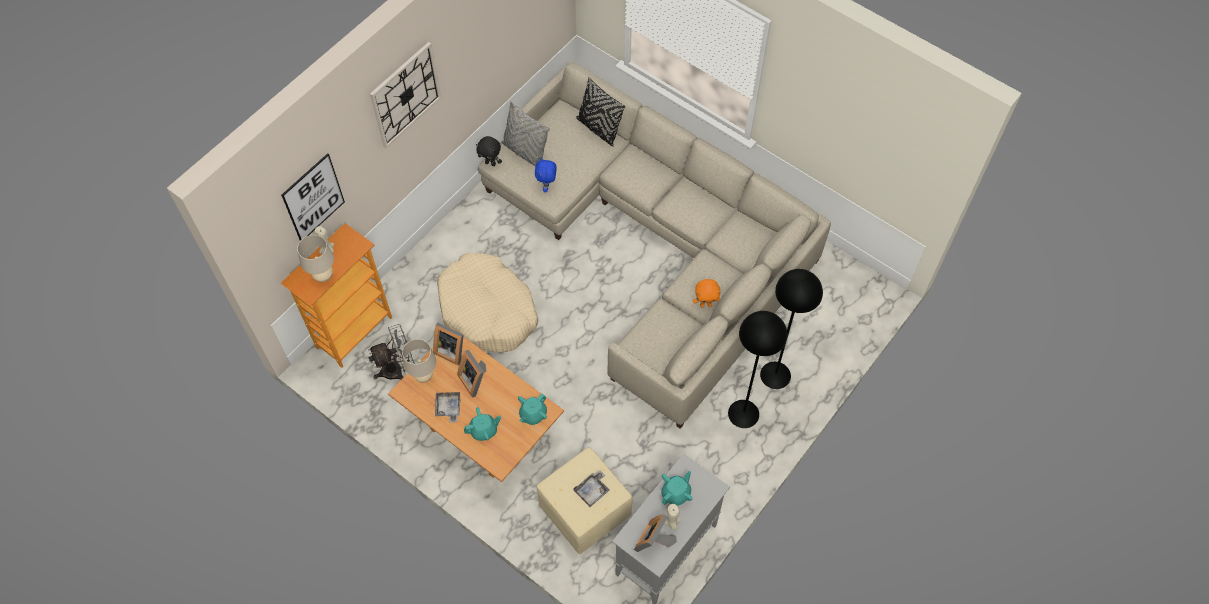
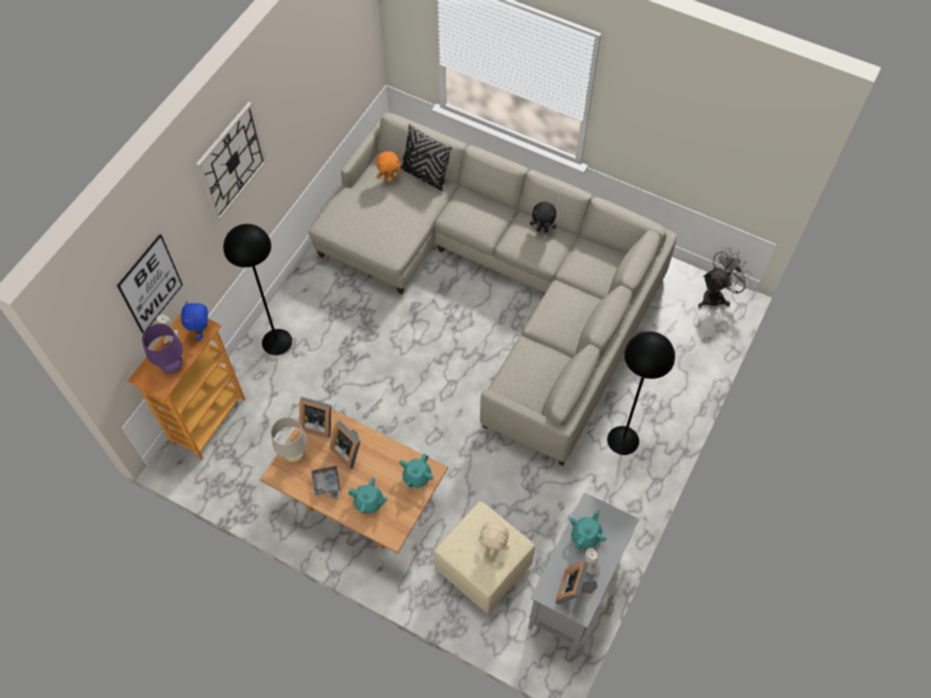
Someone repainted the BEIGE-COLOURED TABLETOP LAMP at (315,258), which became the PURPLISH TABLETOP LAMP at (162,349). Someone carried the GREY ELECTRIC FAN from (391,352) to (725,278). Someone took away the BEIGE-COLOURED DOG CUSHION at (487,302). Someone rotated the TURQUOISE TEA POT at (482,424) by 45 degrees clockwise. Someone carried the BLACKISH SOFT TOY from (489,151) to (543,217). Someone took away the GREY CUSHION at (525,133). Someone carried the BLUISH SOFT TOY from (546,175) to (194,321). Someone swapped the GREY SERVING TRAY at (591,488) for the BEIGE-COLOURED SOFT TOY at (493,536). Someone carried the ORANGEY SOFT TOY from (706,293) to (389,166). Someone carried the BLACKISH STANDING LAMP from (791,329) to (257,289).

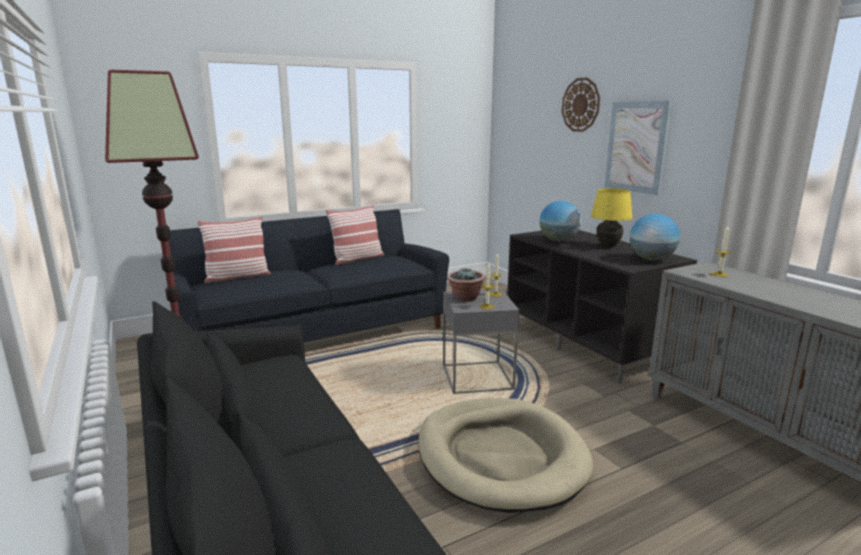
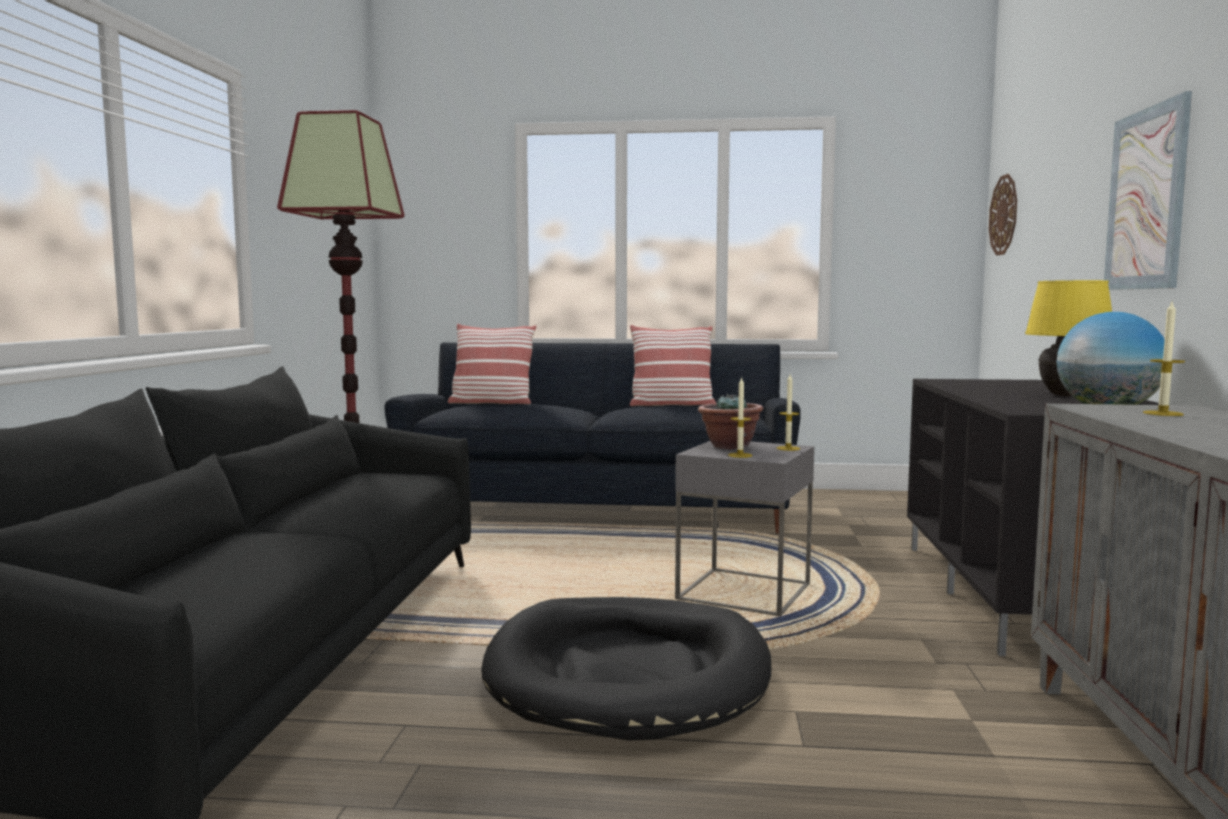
Someone repainted the BEIGE-COLOURED DOG CUSHION at (505,455), which became the BLACKISH DOG CUSHION at (626,668). Someone took away the DESK GLOBE at (560,221). Someone carried the WALL CLOCK from (581,104) to (1003,214).

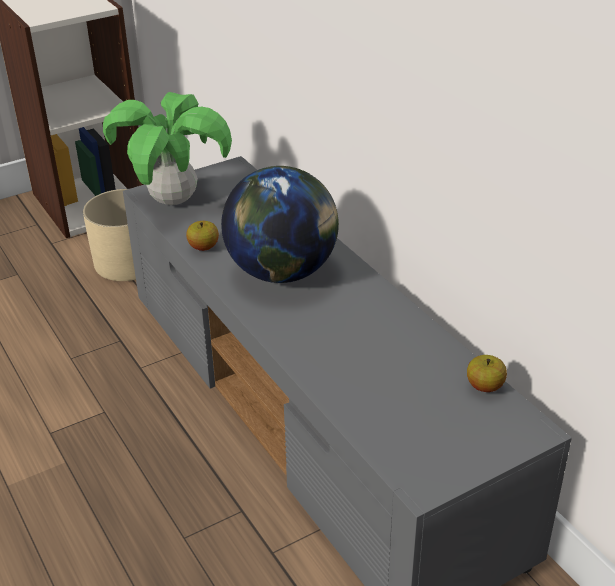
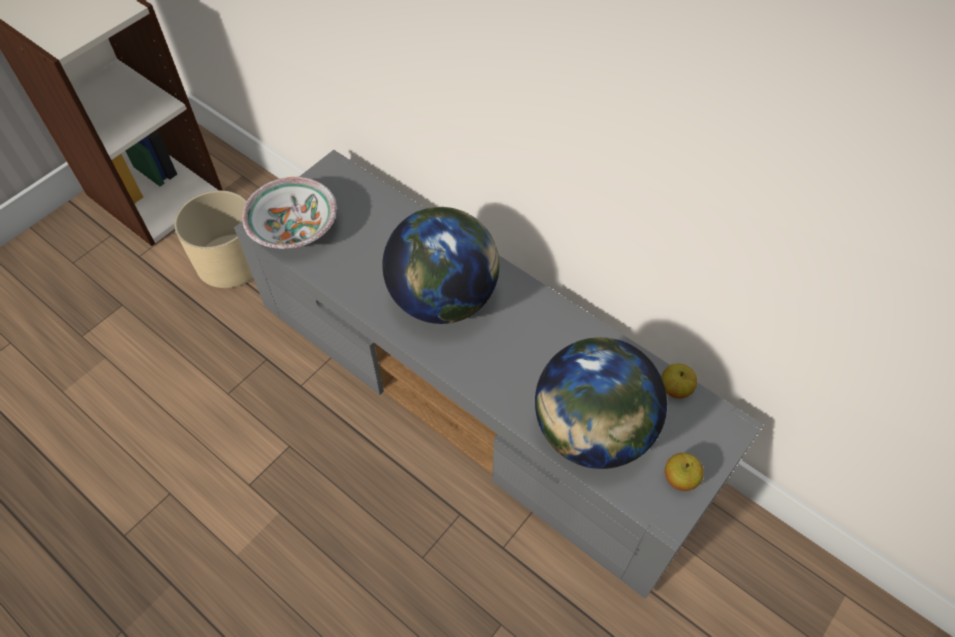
Someone swapped the HOUSEPLANT at (167,148) for the BOWL at (289,213). Someone carried the APPLE from (202,236) to (684,472). Someone put down the DESK GLOBE at (601,403).

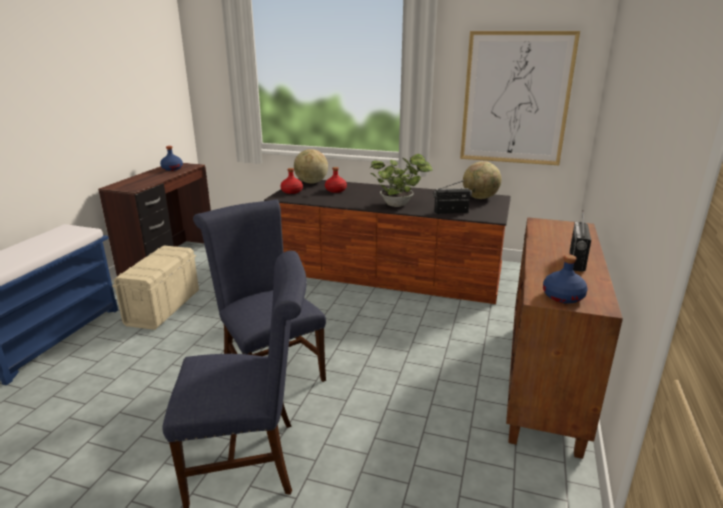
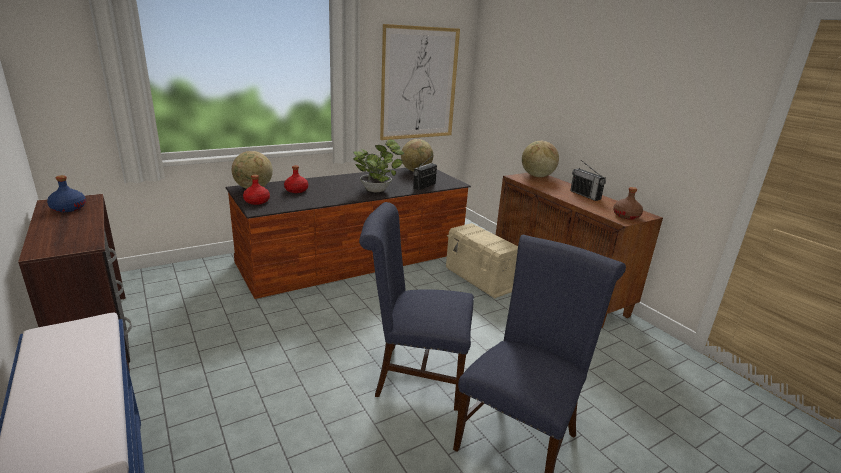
Someone carried the BEIGE-COLOURED STORAGE BIN from (155,288) to (482,260). Someone repainted the BLUISH DRINK BOTTLE at (565,279), which became the BROWNISH DRINK BOTTLE at (628,203). Someone put down the DESK GLOBE at (540,159).

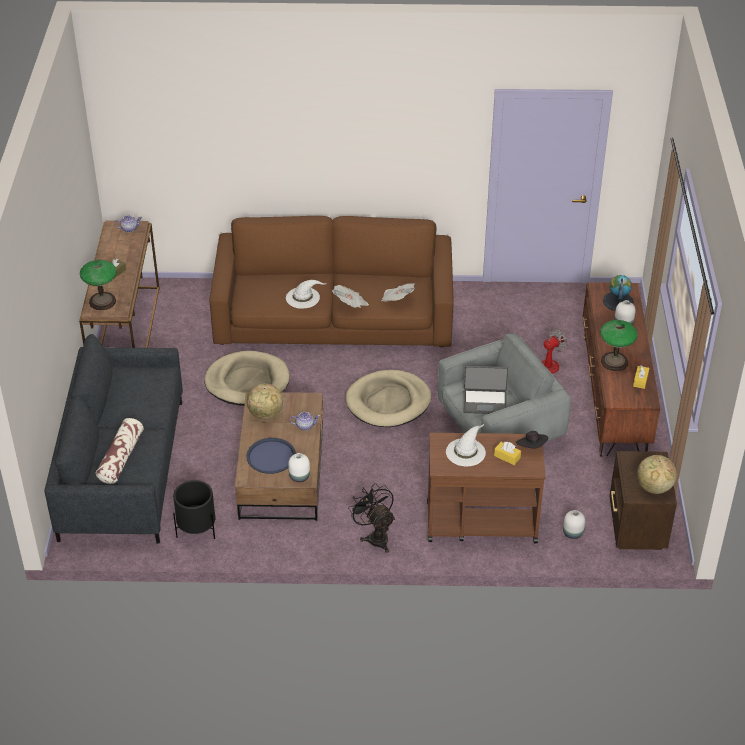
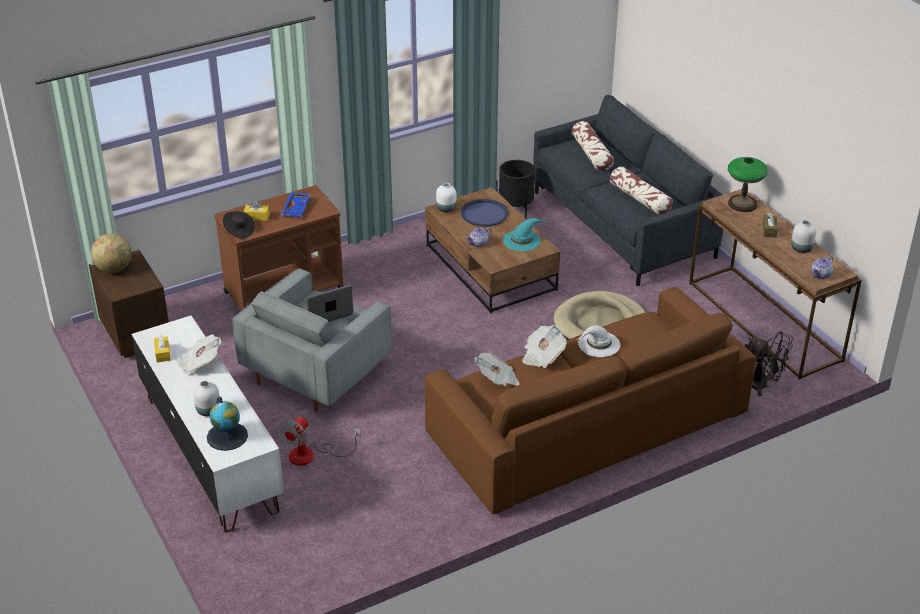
Someone swapped the DESK GLOBE at (265,401) for the TURQUOISE WEARABLE HAT at (525,234). Someone took away the BEIGE-COLOURED DOG CUSHION at (388,398). Someone carried the BLACKISH ELECTRIC FAN from (371,518) to (769,364). Someone swapped the WHITE WEARABLE HAT at (466,444) for the BLUISH SERVING TRAY at (295,204). Someone carried the WHITE VASE from (574,524) to (803,236). Someone repainted the BROWNISH TV UNIT at (621,369), which became the WHITE TV UNIT at (207,424). Someone swapped the TABLETOP LAMP at (619,345) for the NEWSPAPER at (199,354). Someone put down the CUSHION at (641,191).

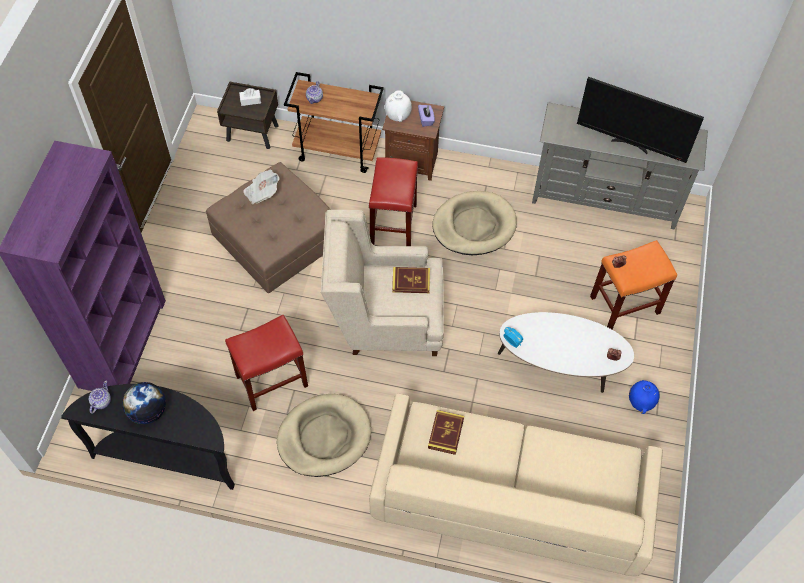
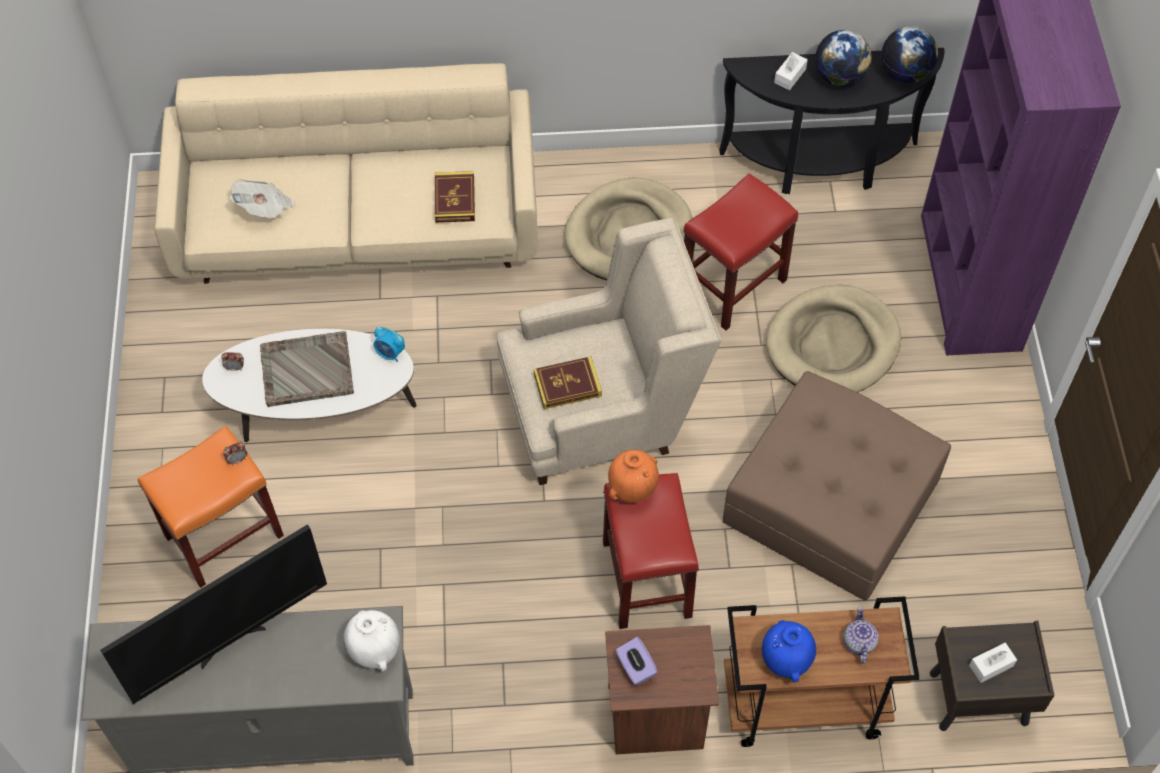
Someone swapped the TEA POT at (100,397) for the DESK GLOBE at (909,54). Someone carried the NEWSPAPER from (261,187) to (262,199). Someone carried the WHITE VASE from (398,106) to (371,641). Someone carried the BEIGE-COLOURED DOG CUSHION from (475,223) to (834,338). Someone rotated the TV at (640,120) by 135 degrees clockwise. Someone carried the BLUISH VASE from (644,397) to (789,651). Someone put down the GREY SERVING TRAY at (307,369). Someone put down the ORANGEY VASE at (633,476). Someone put down the WHITE BOX OF TISSUES at (791,71).

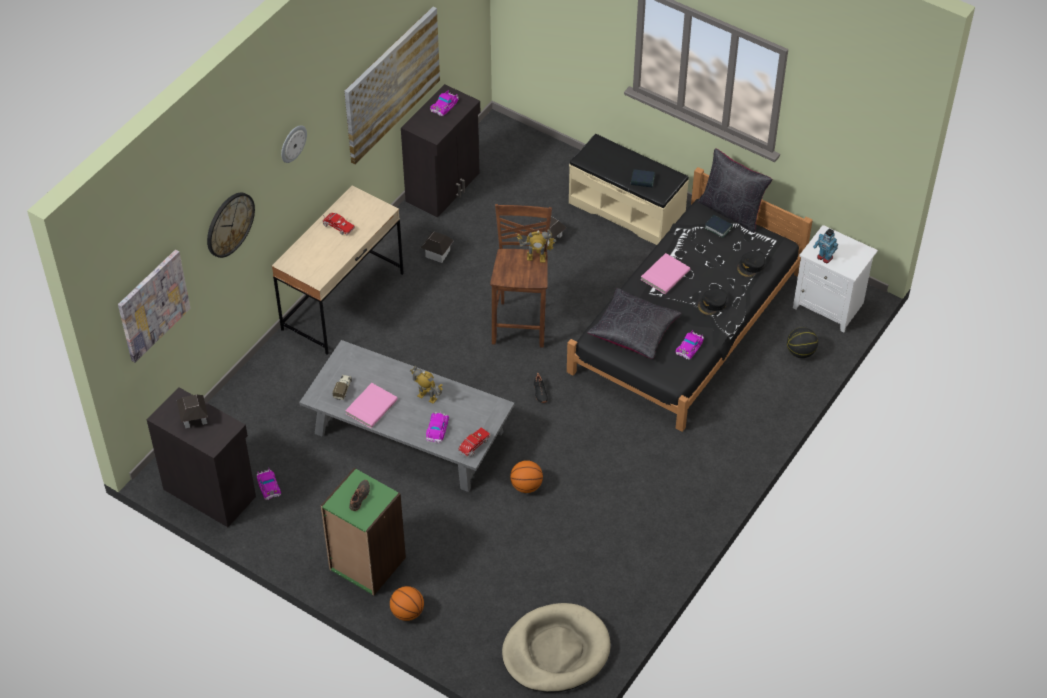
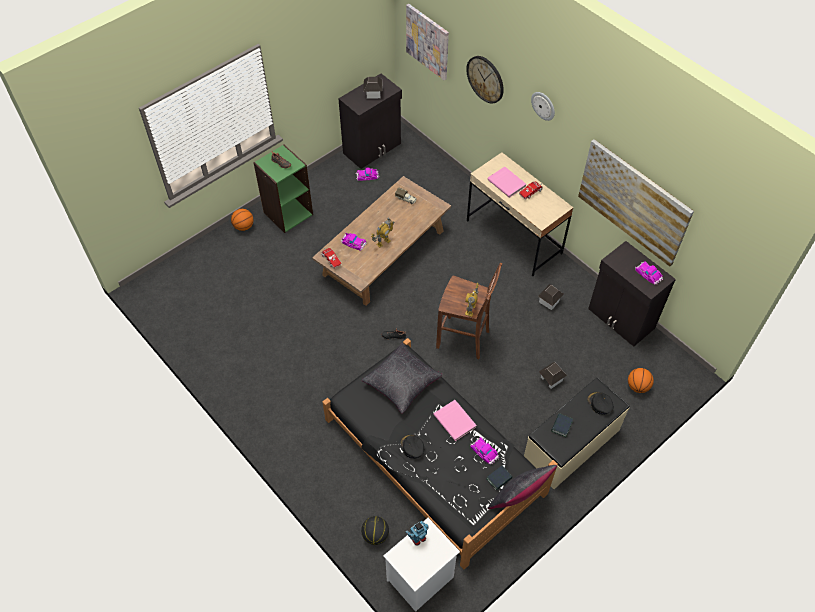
Someone repainted the GREY LOUNGE TABLE at (406,416), which became the BROWNISH LOUNGE TABLE at (381,241). Someone carried the PINKISH BOUND BOOK from (371,405) to (506,182). Someone took away the BEIGE-COLOURED DOG CUSHION at (556,648). Someone carried the BASKETBALL BALL from (526,476) to (641,380). Someone carried the MINIATURE CAR from (690,345) to (484,450). Someone carried the BLACKISH PEAKED CAP from (751,264) to (600,403).

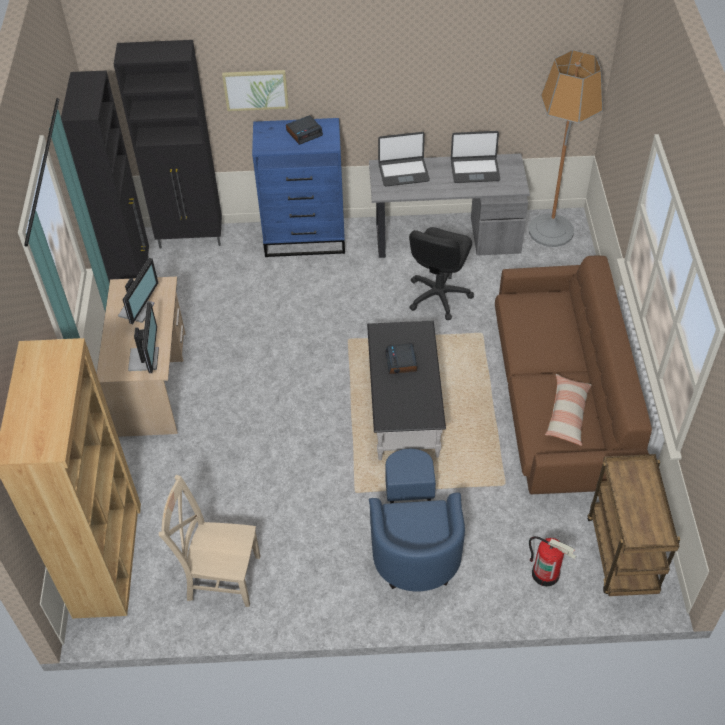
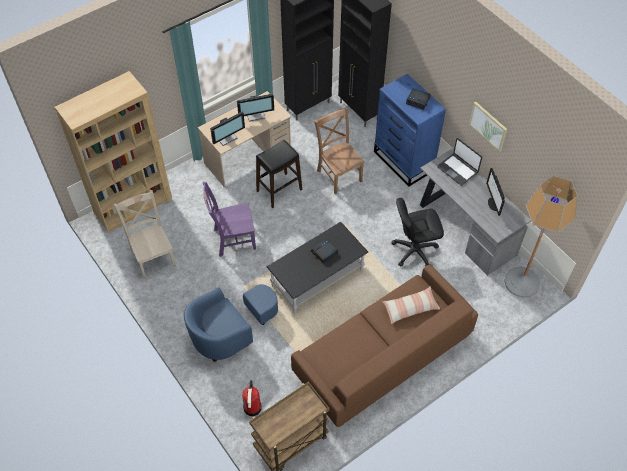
Someone carried the PICTURE from (255,90) to (488,127). Someone swapped the NOTEBOOK COMPUTER at (475,157) for the COMPUTER SCREEN at (495,192). Someone carried the CUSHION from (568,410) to (411,305). Someone put down the PURPLISH PLAIN CHAIR at (229,219). Someone put down the BLACKISH STOOL at (279,174). Someone put down the BROWNISH PLAIN CHAIR at (339,150).

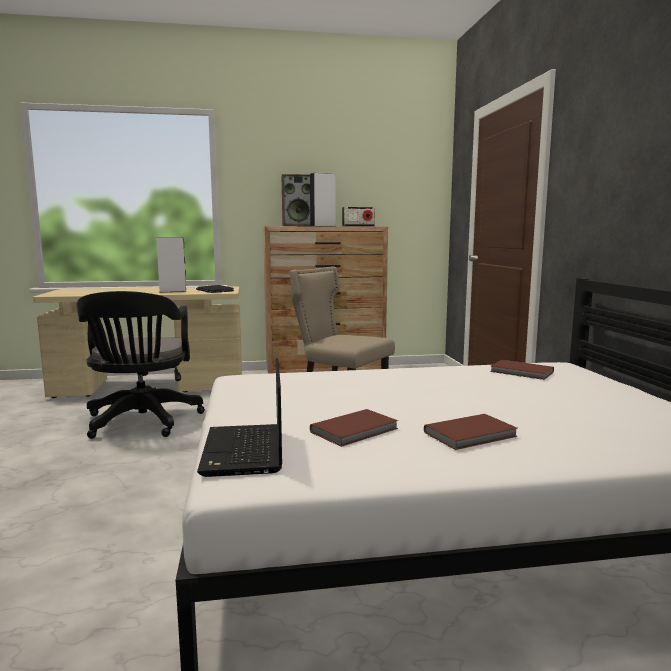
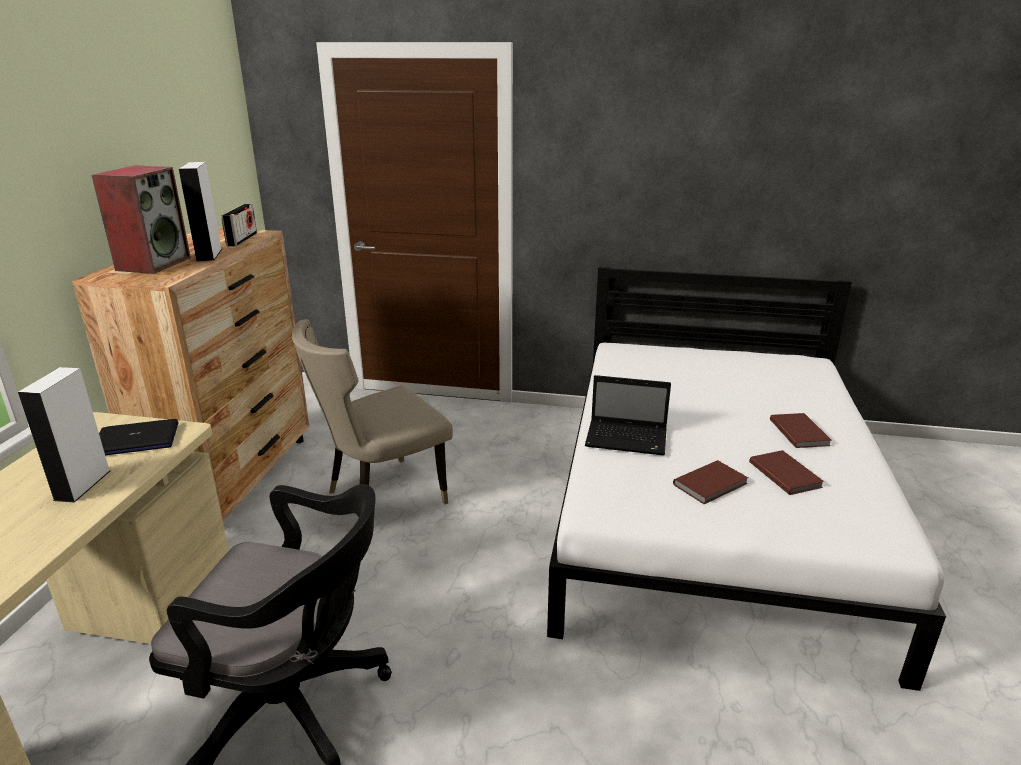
Someone carried the NOTEBOOK COMPUTER from (239,417) to (628,415). Someone carried the BROWNISH BOUND BOOK from (522,370) to (710,482).

